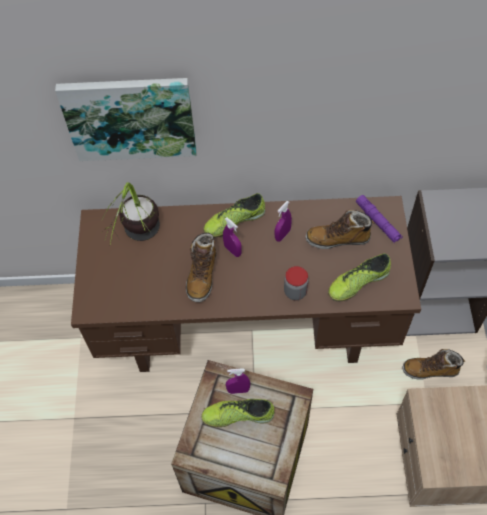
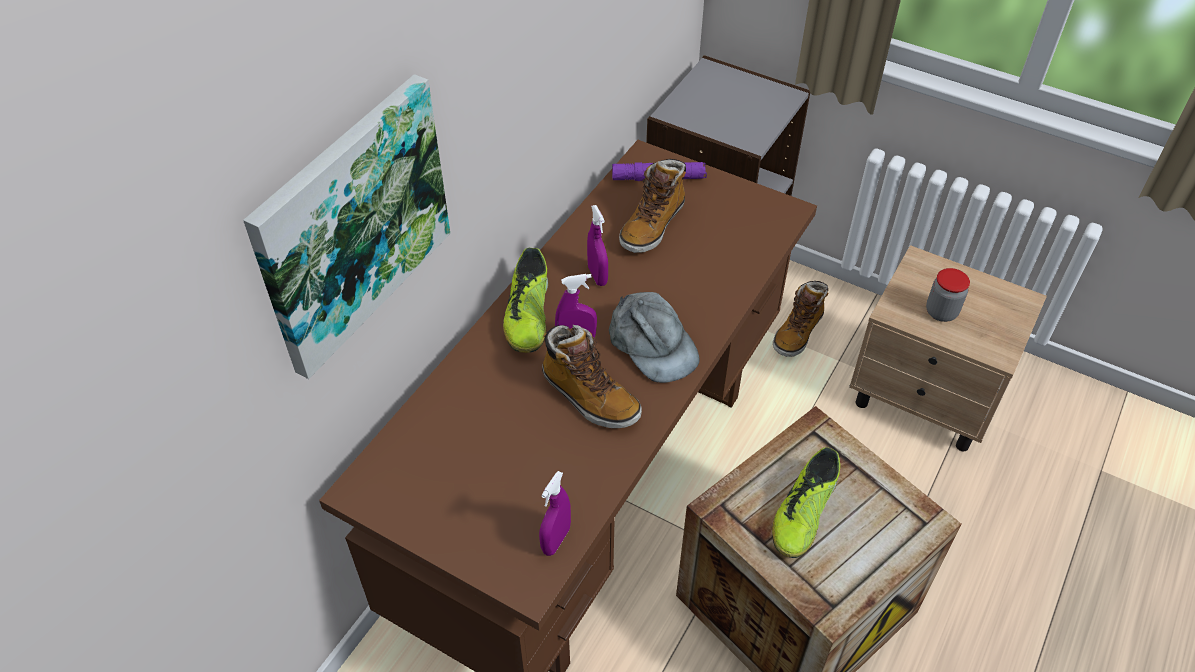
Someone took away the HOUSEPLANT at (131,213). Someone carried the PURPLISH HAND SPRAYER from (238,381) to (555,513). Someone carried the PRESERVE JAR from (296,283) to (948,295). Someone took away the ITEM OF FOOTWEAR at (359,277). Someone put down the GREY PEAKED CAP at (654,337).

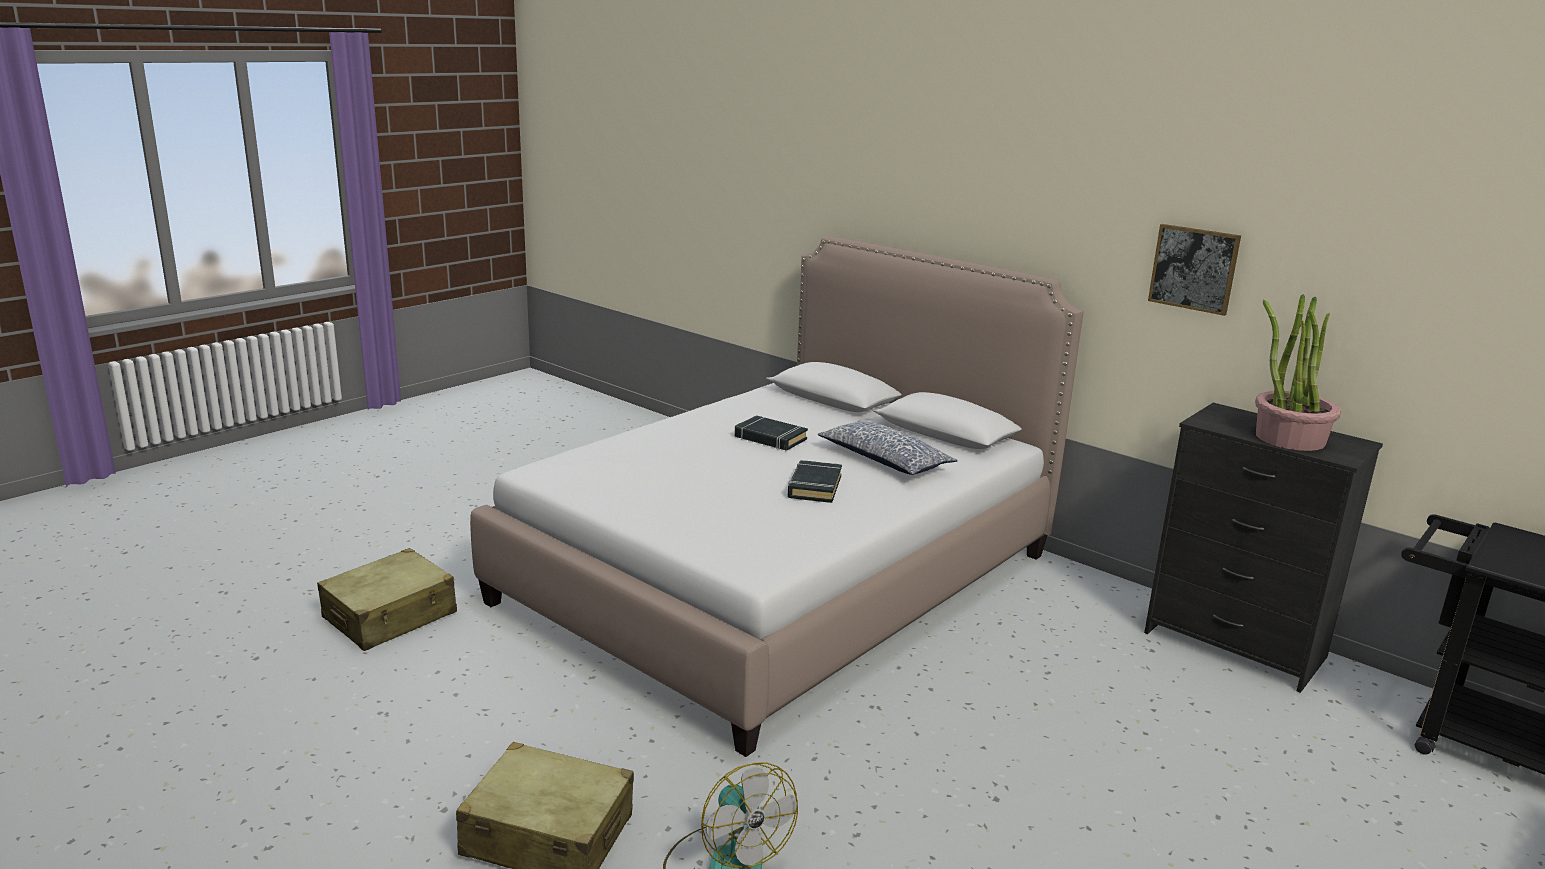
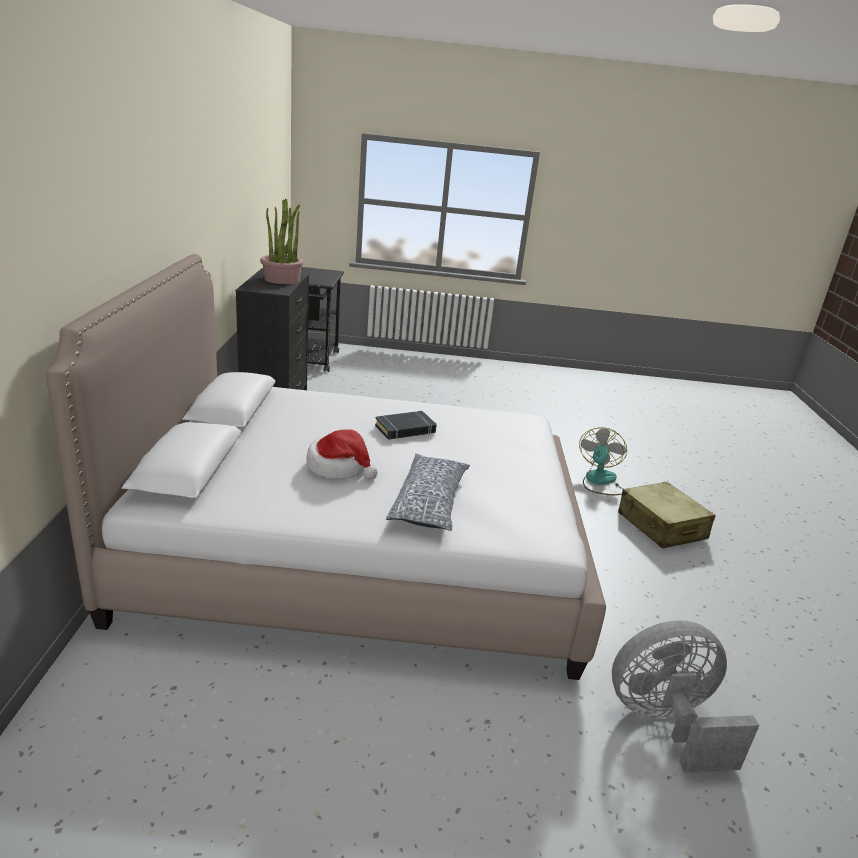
Someone swapped the BEIGE-COLOURED TRAVEL CASE at (387,599) for the GREY ELECTRIC FAN at (686,696). Someone swapped the BLACKISH BOUND BOOK at (771,433) for the WEARABLE HAT at (342,455). Someone carried the CUSHION from (888,448) to (428,492). Someone took away the PICTURE at (1194,270).

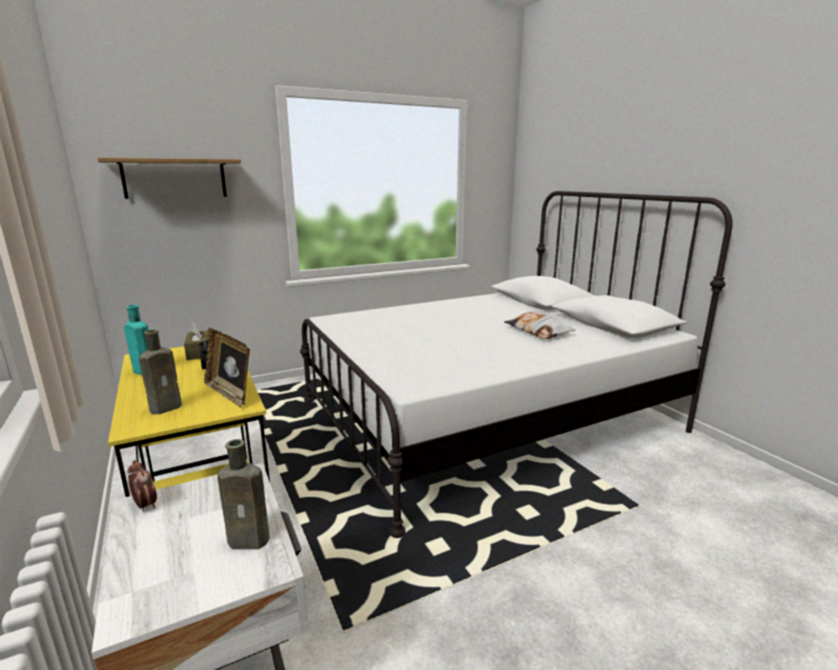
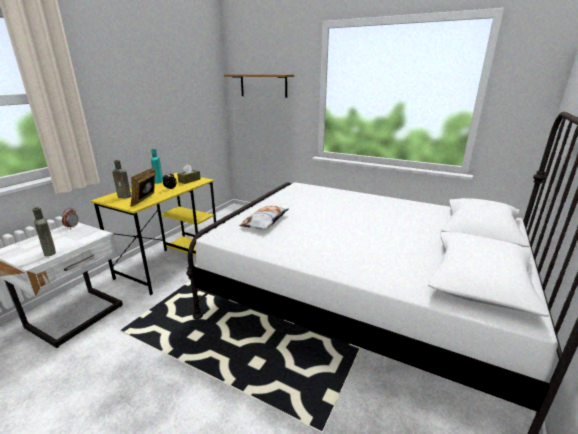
Someone carried the CUSHION from (539,325) to (264,217).

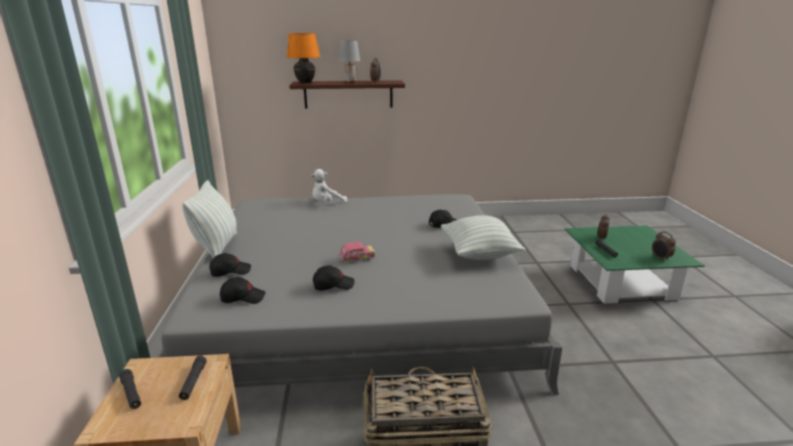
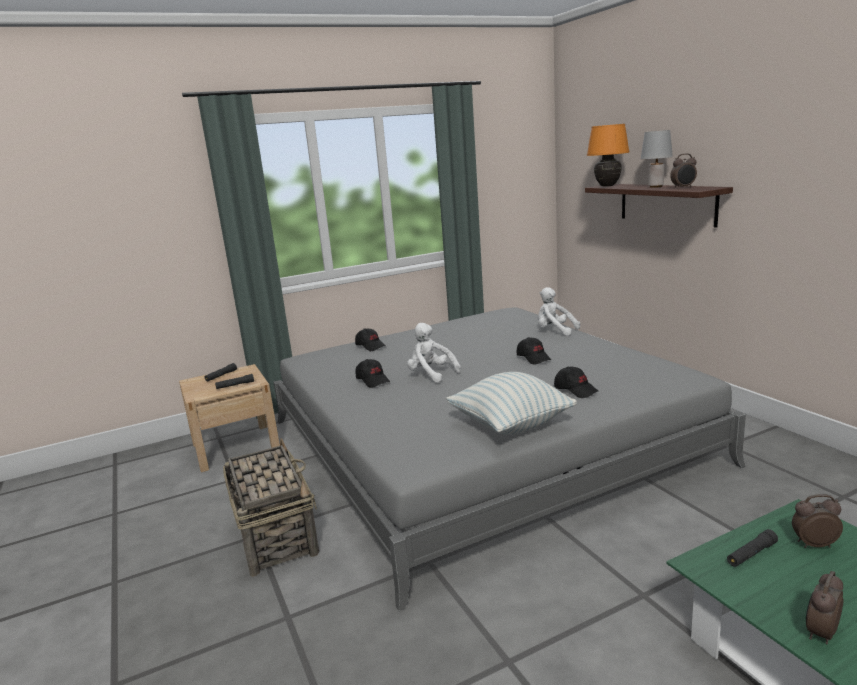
Someone took away the CUSHION at (209,219). Someone carried the BLACKISH PEAKED CAP from (242,290) to (534,350). Someone swapped the MINIATURE CAR at (357,252) for the WHITE SOFT TOY at (434,353).

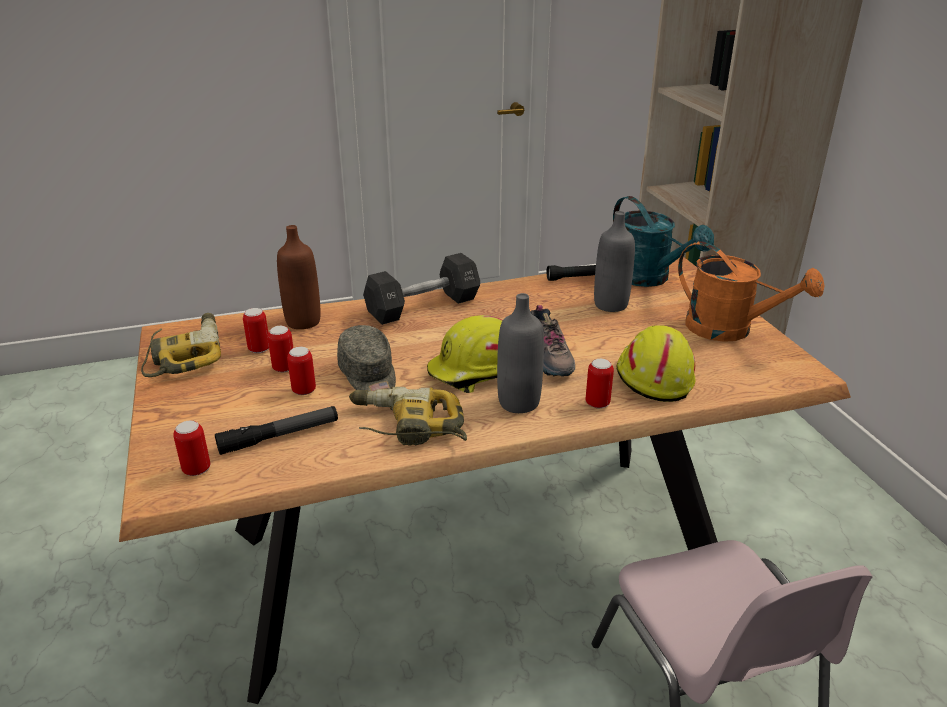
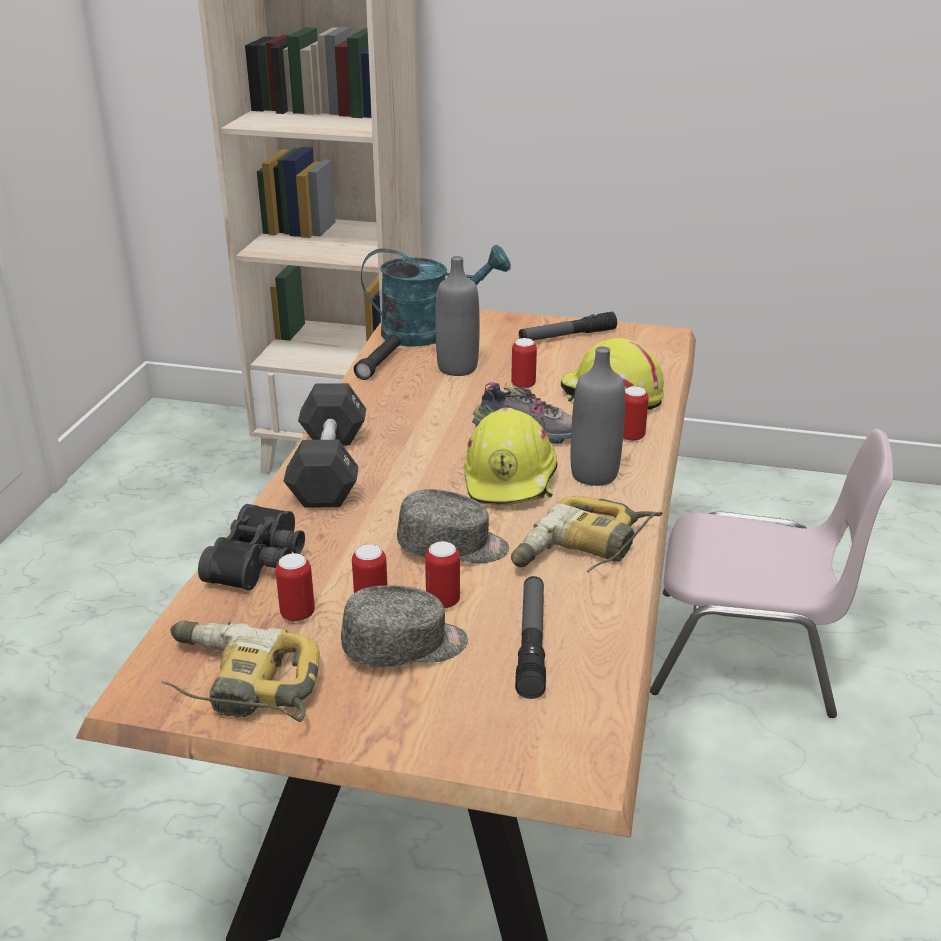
Someone carried the SEALED CAN from (191,448) to (524,363). Someone swapped the BROWNISH DRINK BOTTLE at (299,277) for the BLACKISH BINOCULARS at (251,547). Someone swapped the ORANGEY WATERING CAN at (751,291) for the FLASHLIGHT at (568,326). Someone put down the GREY PEAKED CAP at (404,626).

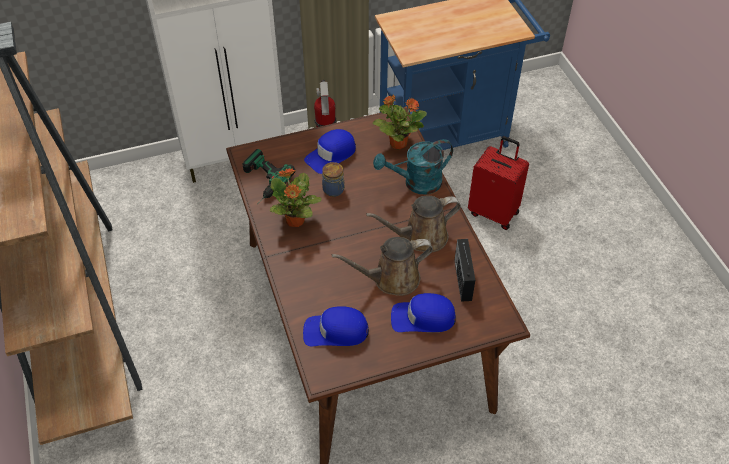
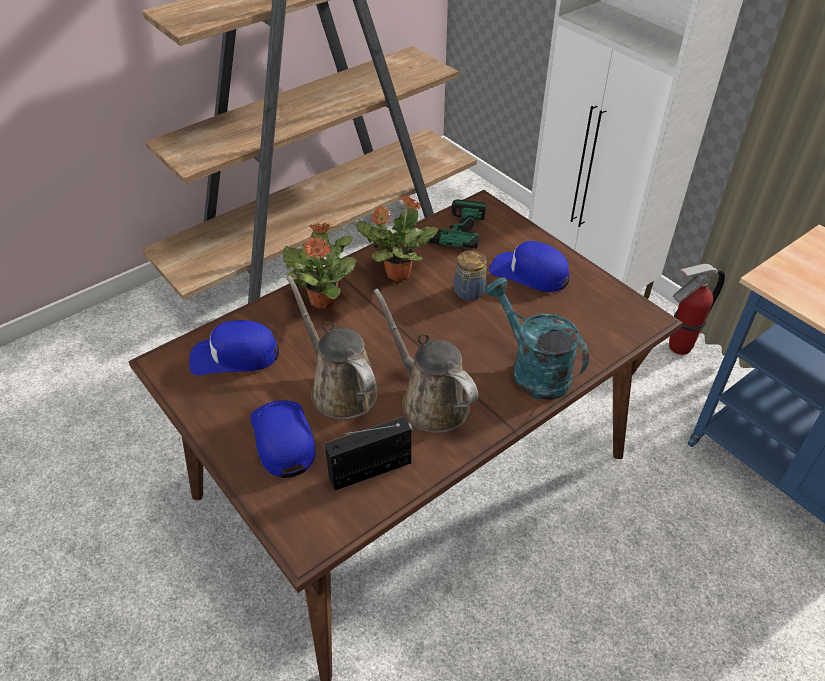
Someone rotated the BLUISH PEAKED CAP at (336,326) by 75 degrees counterclockwise. Someone carried the HOUSEPLANT from (400,122) to (319,266). Someone took away the REDDISH TRAVEL CASE at (498,183).

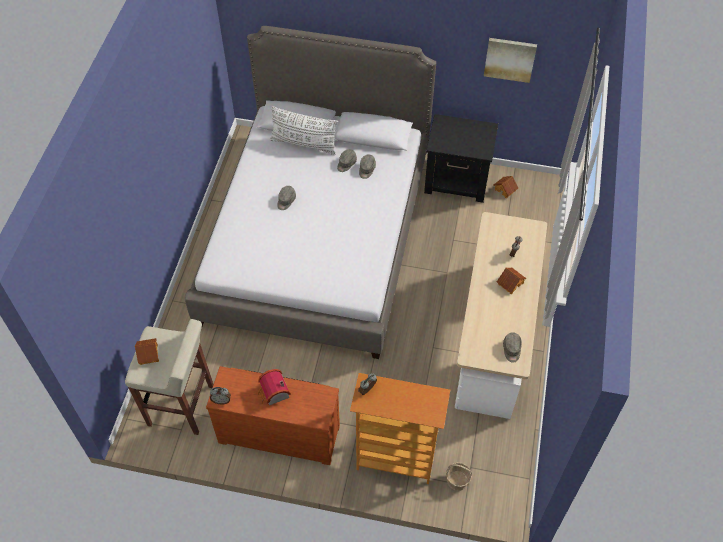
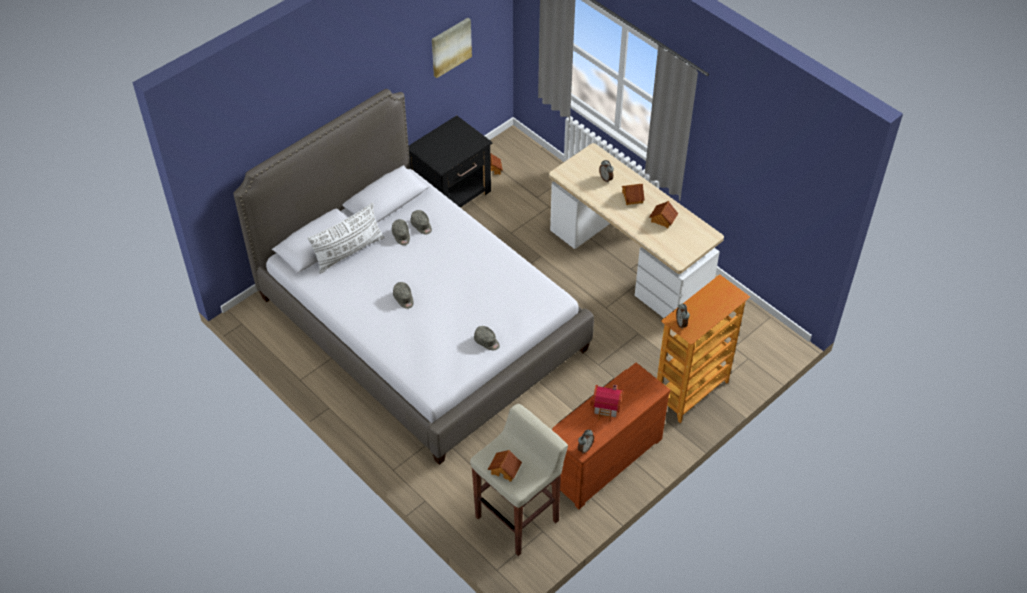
Someone took away the STORAGE BASKET at (459,476). Someone carried the GREY PEAKED CAP from (512,347) to (487,338). Someone put down the MINIATURE HOUSE at (663,214).

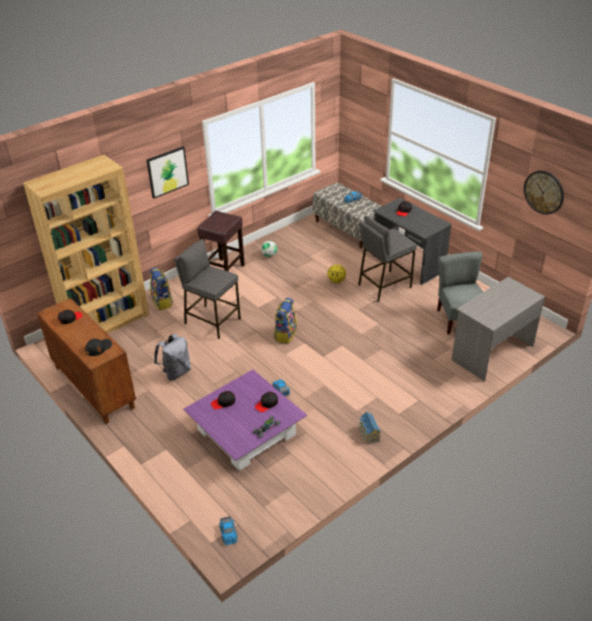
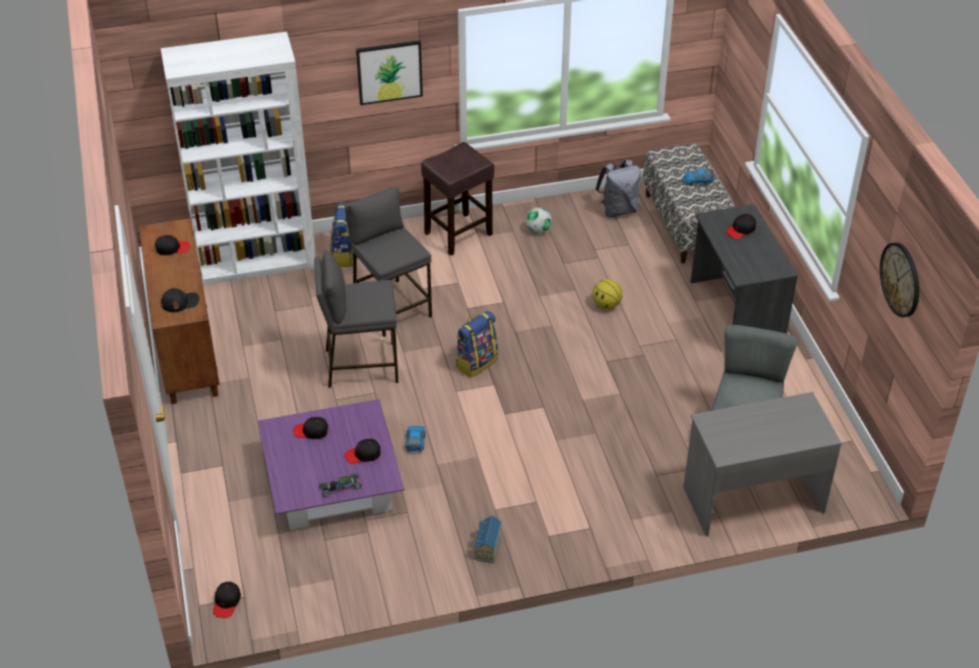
Someone repainted the BROWNISH SHELVING UNIT at (86,244), which became the WHITE SHELVING UNIT at (238,158). Someone carried the GREY RUCKSACK from (172,357) to (618,189). Someone swapped the MINIATURE CAR at (228,530) for the BLACKISH PEAKED CAP at (227,600). Someone carried the GREY STOOL from (387,259) to (356,319).

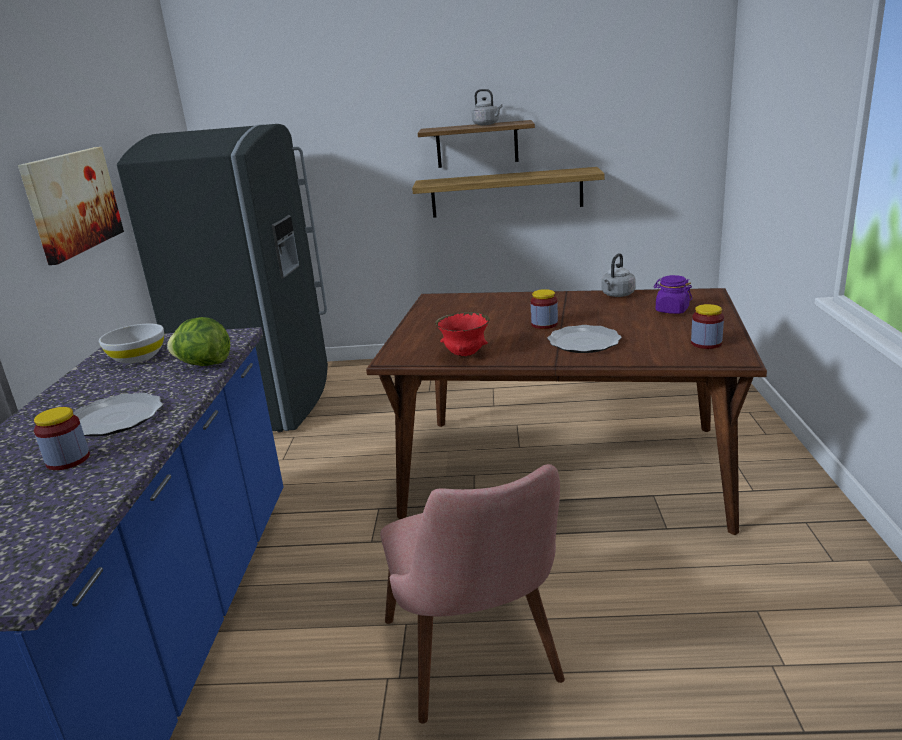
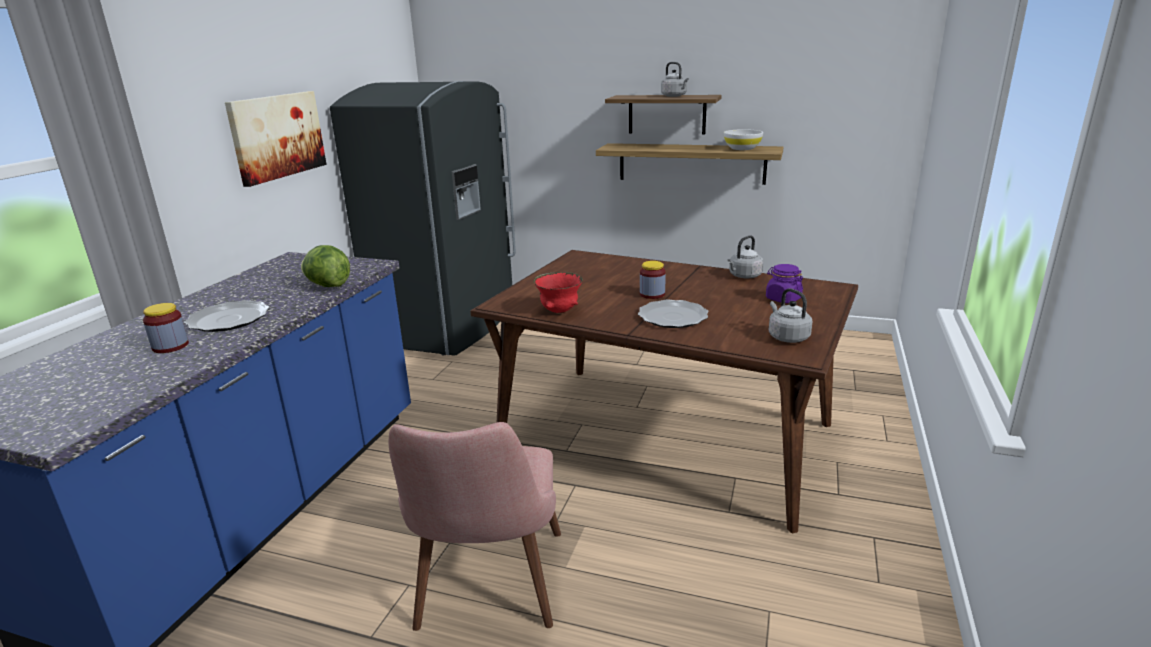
Someone carried the WHITE BOWL from (131,344) to (743,139). Someone swapped the PRESERVE JAR at (707,326) for the GREY KETTLE at (790,315).

